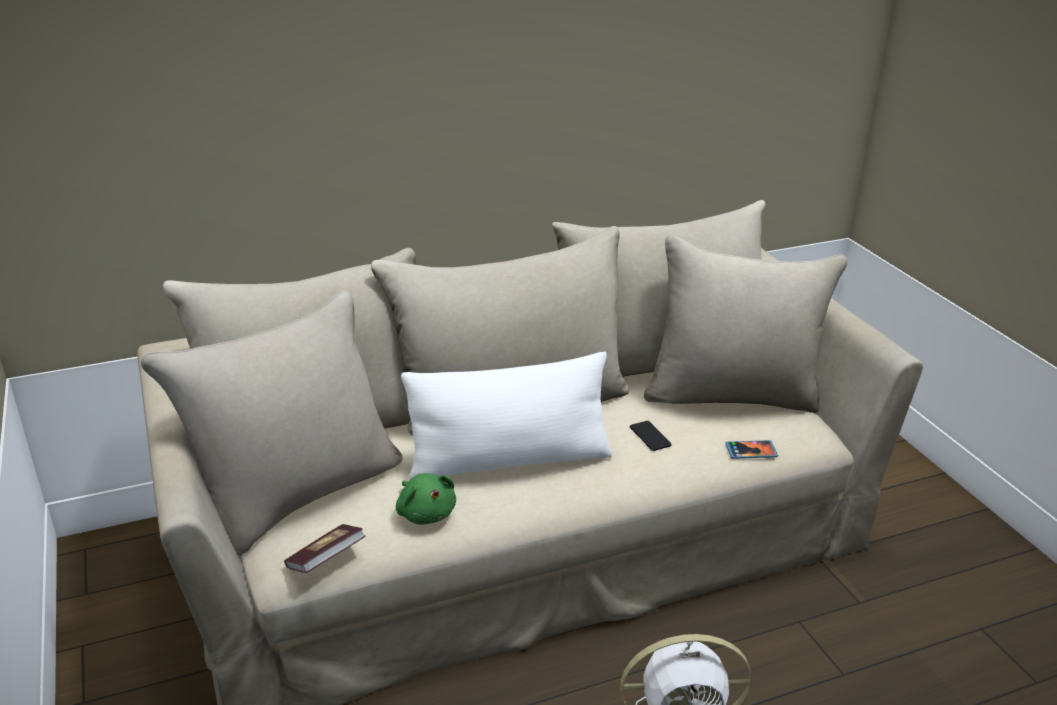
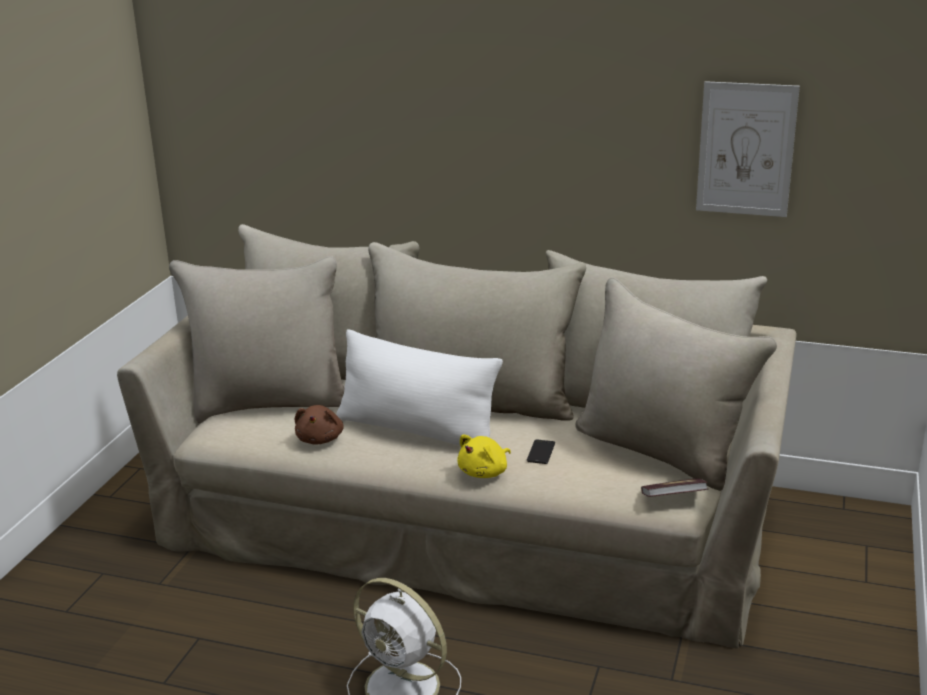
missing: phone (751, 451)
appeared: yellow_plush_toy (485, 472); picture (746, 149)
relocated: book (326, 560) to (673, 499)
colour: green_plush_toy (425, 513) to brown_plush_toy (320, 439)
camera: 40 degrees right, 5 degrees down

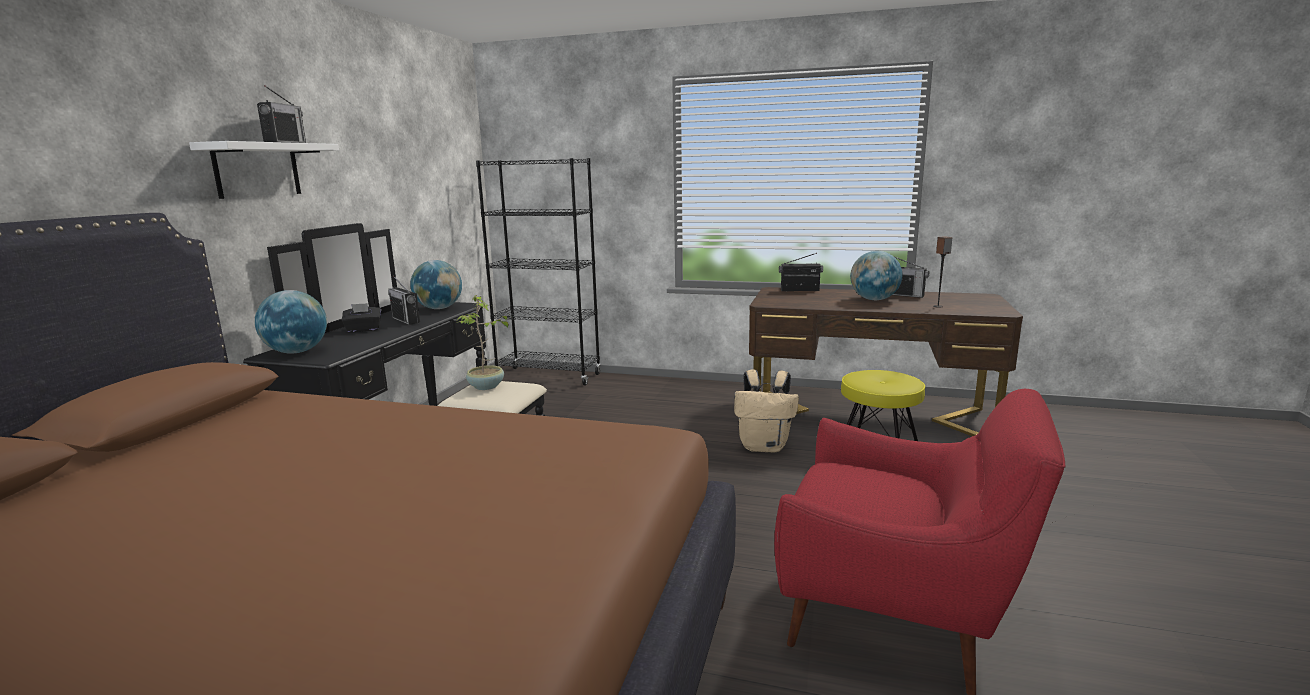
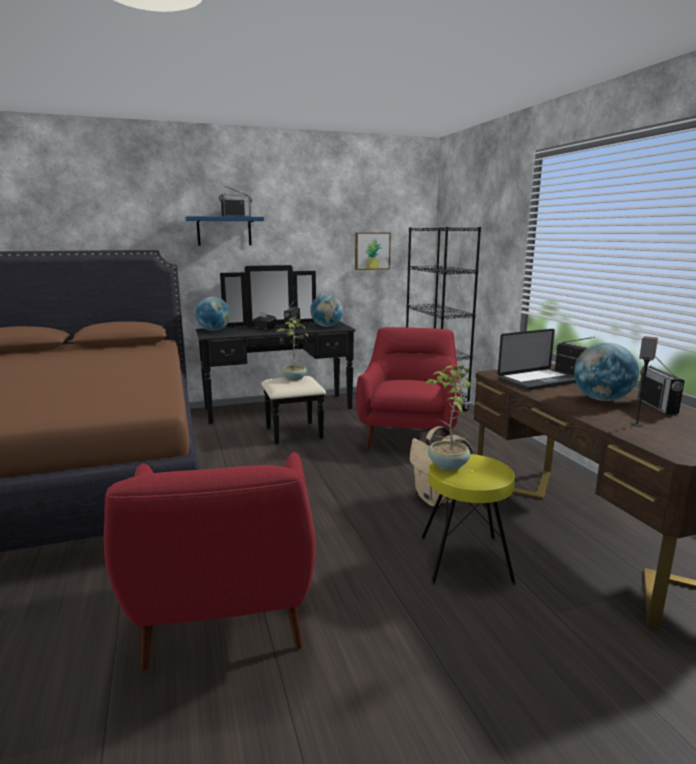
appeared: picture (372, 251); red_armchair (409, 436); potted_plant (447, 465); laptop (539, 381)
colour: white_shelf (257, 170) to blue_shelf (224, 231)
camera: 55 degrees right, 0 degrees up

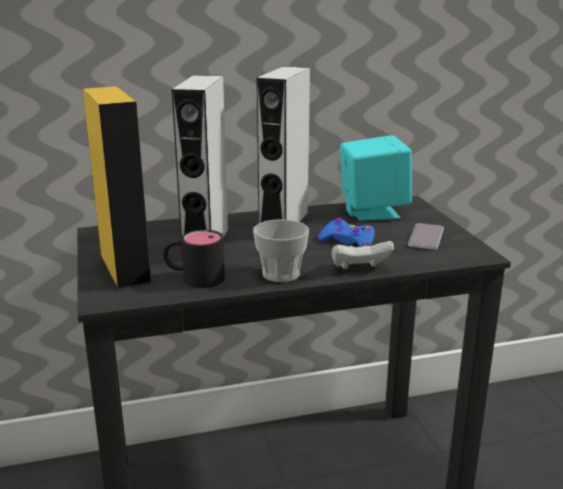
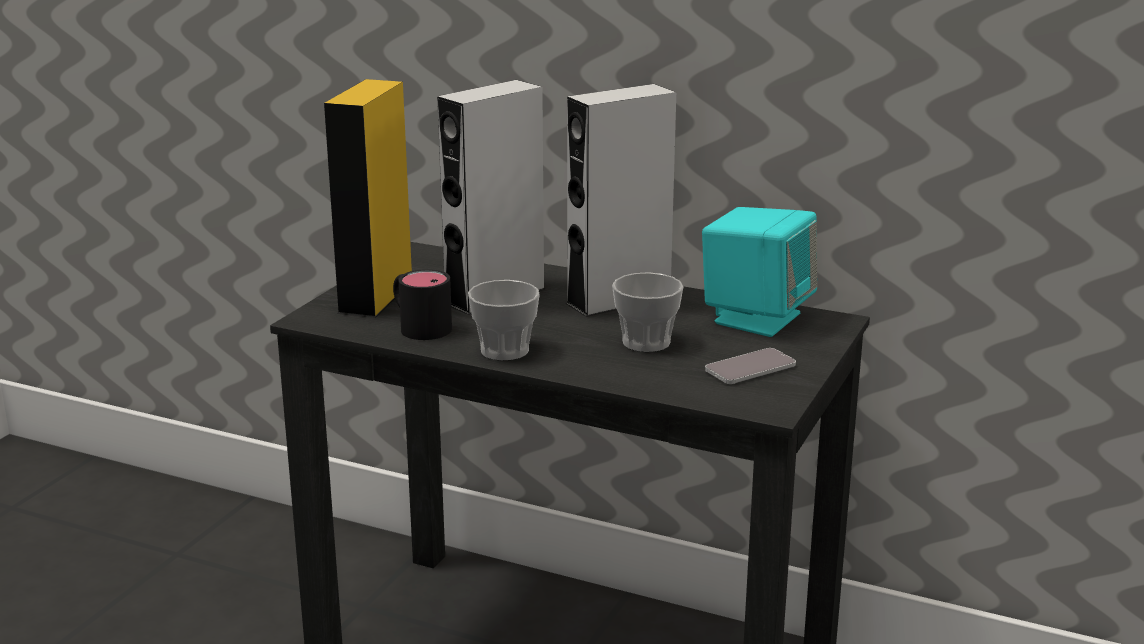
missing: white_game_controller (359, 269)
exchanged: blue_game_controller (348, 242) to cup (646, 342)
camera: 40 degrees right, 0 degrees up

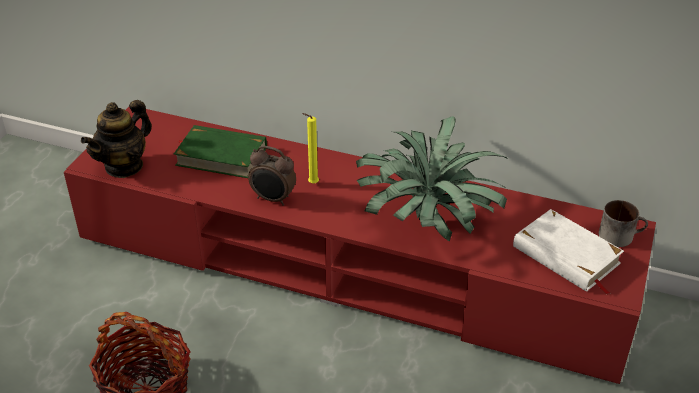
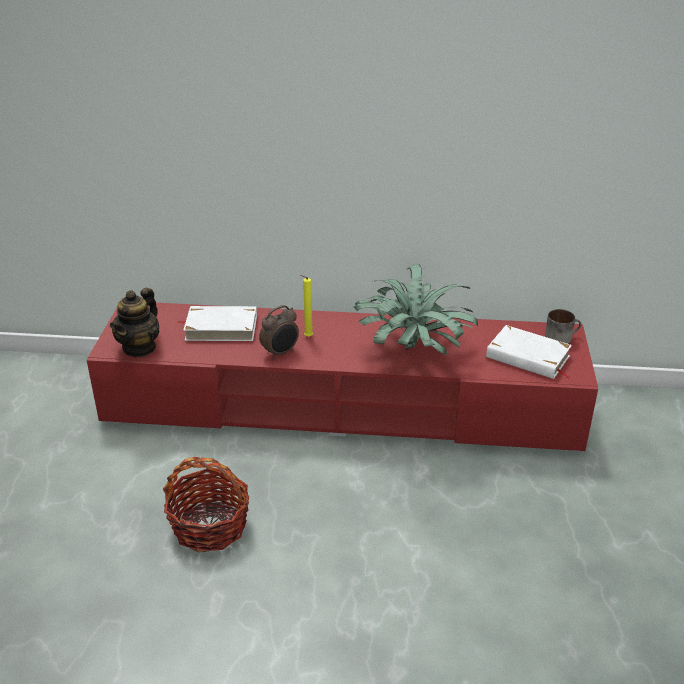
colour: green_book (221, 156) to white_book (221, 328)
spun: alarm_clock (273, 199) = (280, 353) 45 degrees counterclockwise
camera: 15 degrees left, 5 degrees down

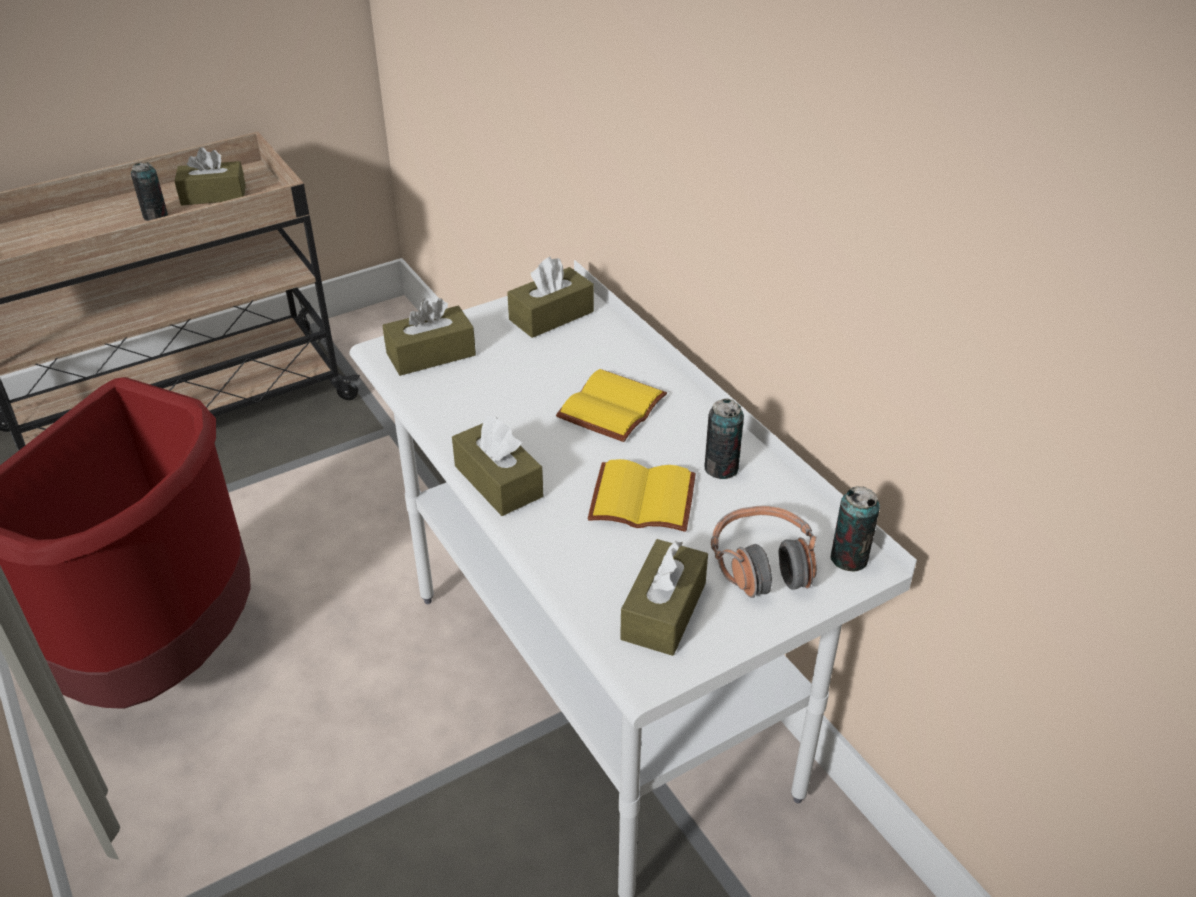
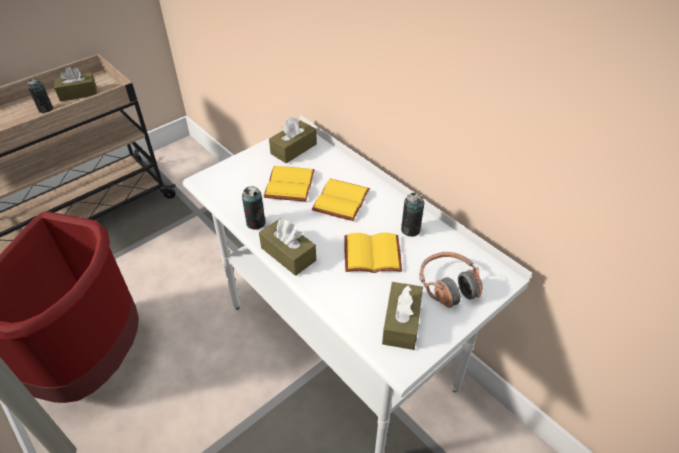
missing: brown_tissue_box (431, 354)
appeared: yellow_book (288, 184)
relocated: can (849, 558) to (255, 223)
camera: 10 degrees left, 5 degrees up

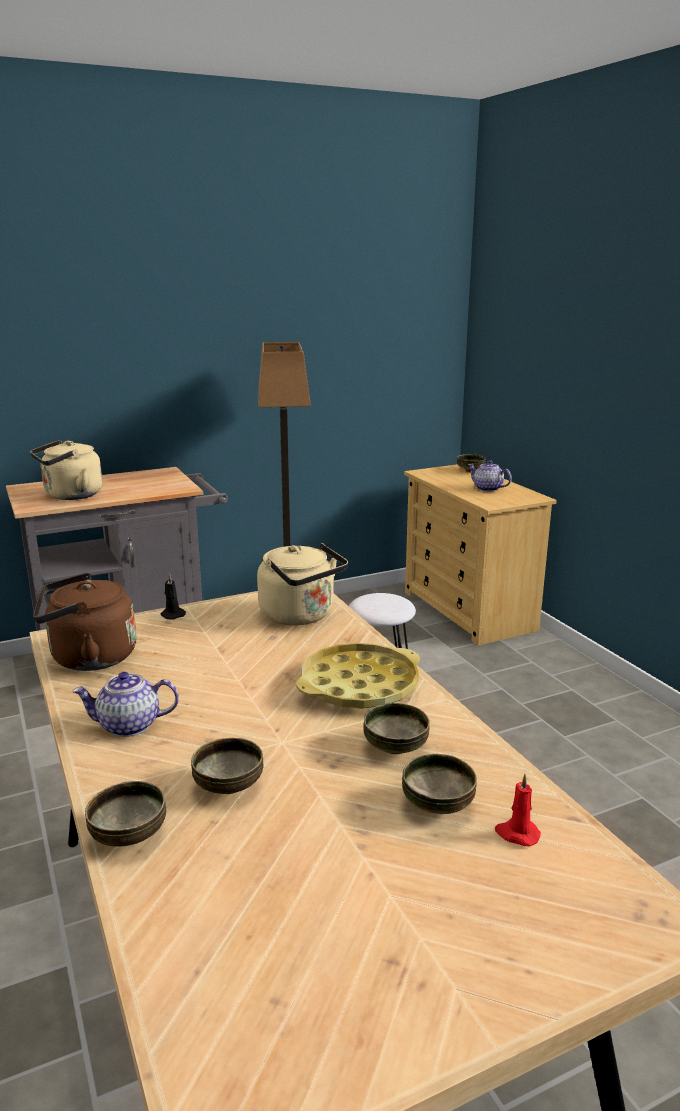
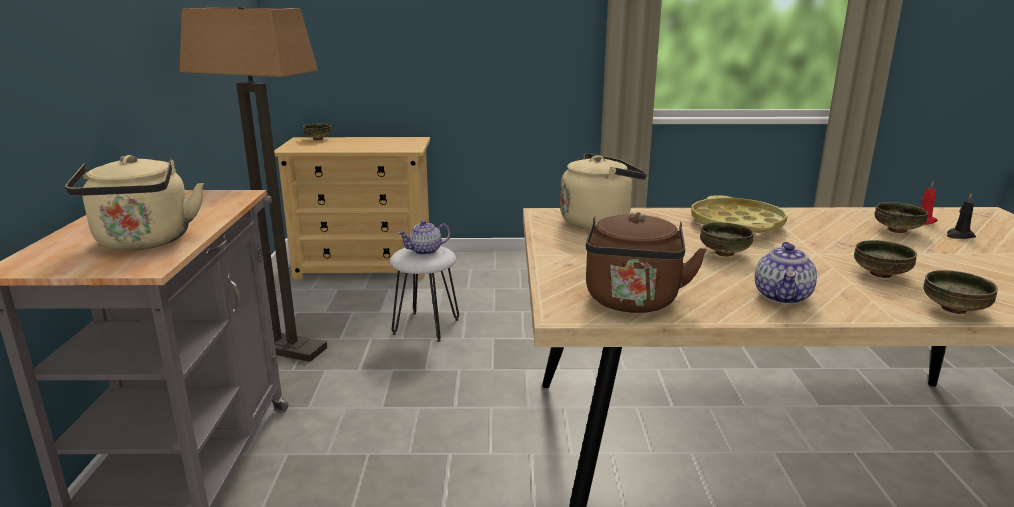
relocated: black_candle (172, 615) to (959, 236); bowl (395, 747) to (723, 253); teapot (487, 489) to (425, 251)
camera: 65 degrees left, 0 degrees up

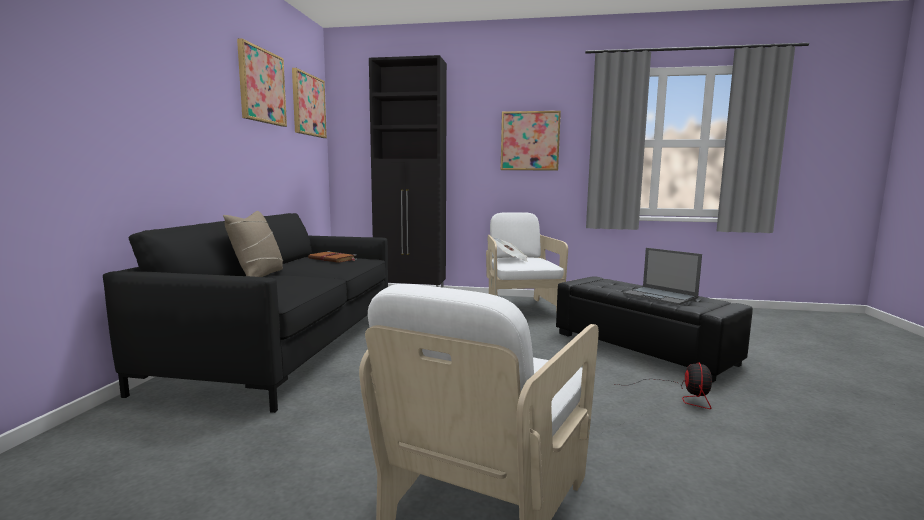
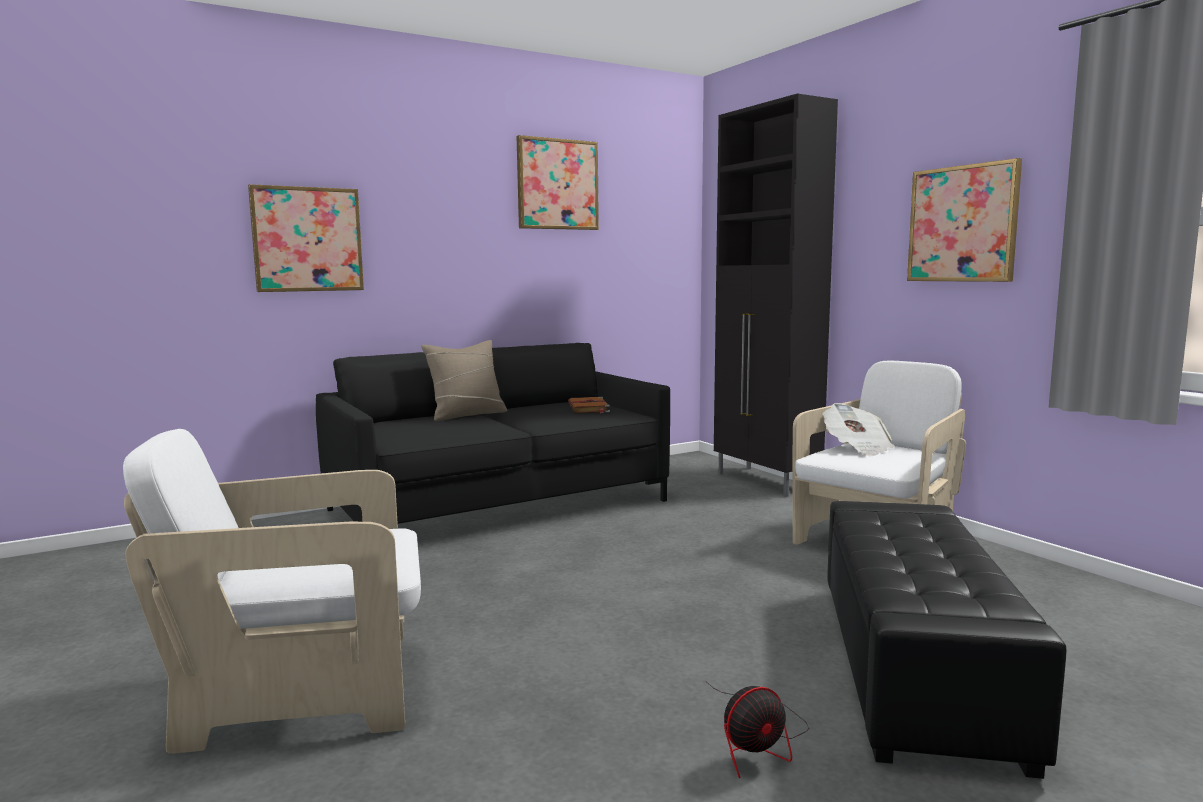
missing: laptop (661, 296)
relocated: picture (308, 105) to (307, 239)
camera: 50 degrees right, 0 degrees up

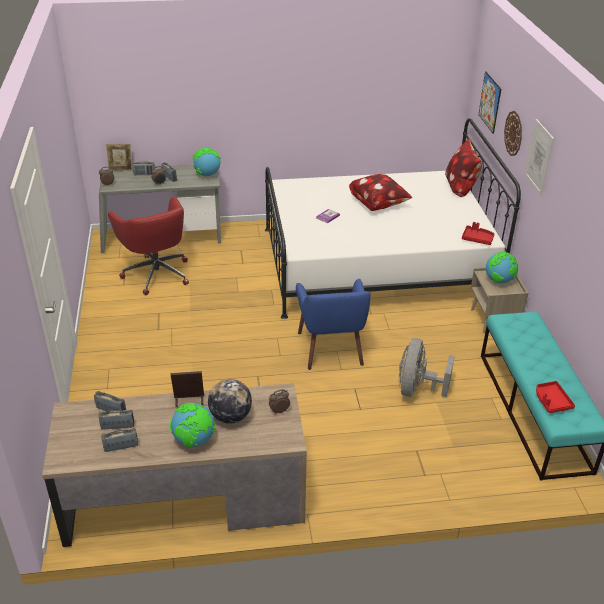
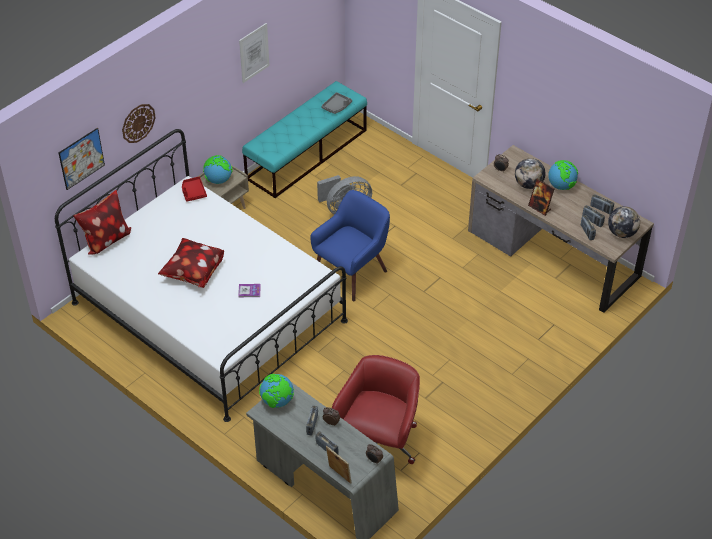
appeared: globe (621, 233)
relocated: picture (539, 157) to (254, 52)
colour: red_tray (551, 401) to grey_tray (337, 106)
camera: 130 degrees left, 10 degrees up

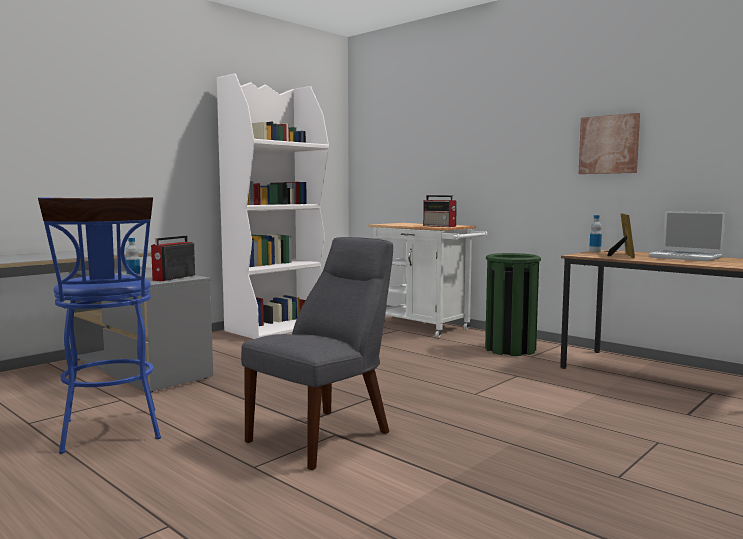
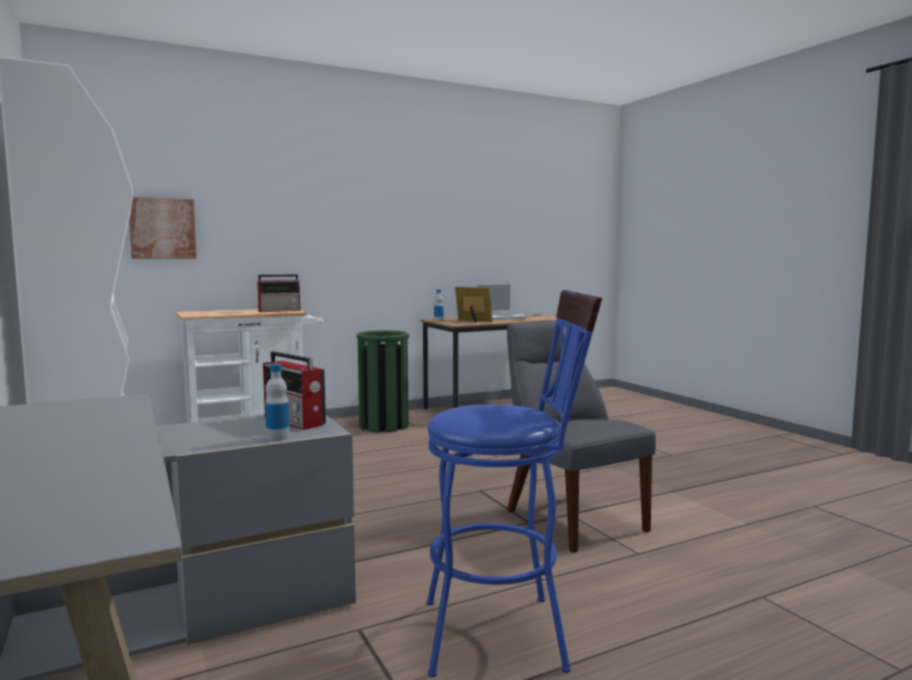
relocated: picture (609, 144) to (162, 228)
camera: 70 degrees left, 0 degrees up

